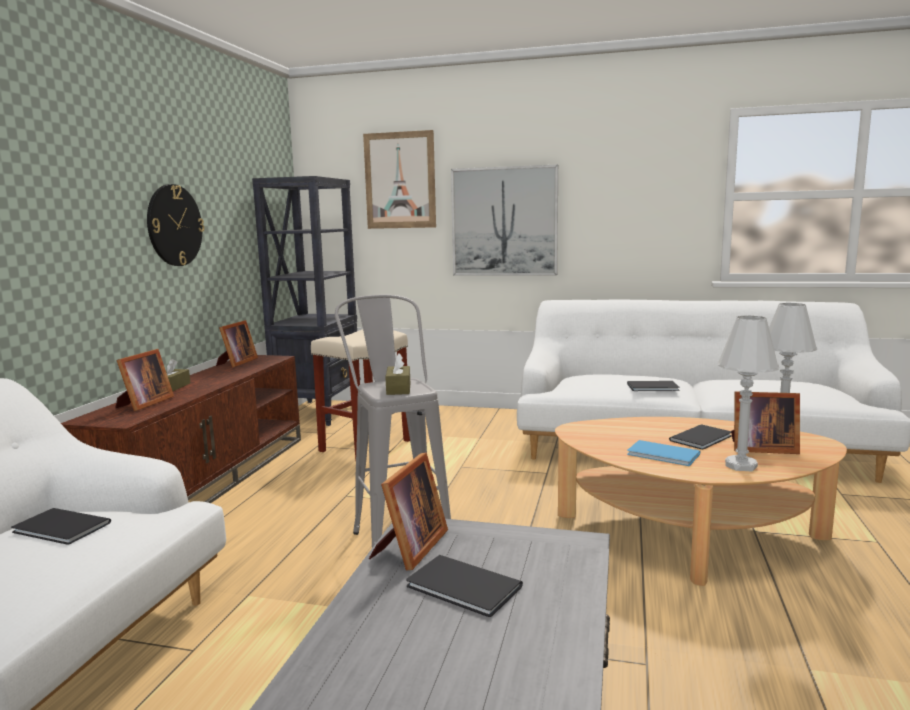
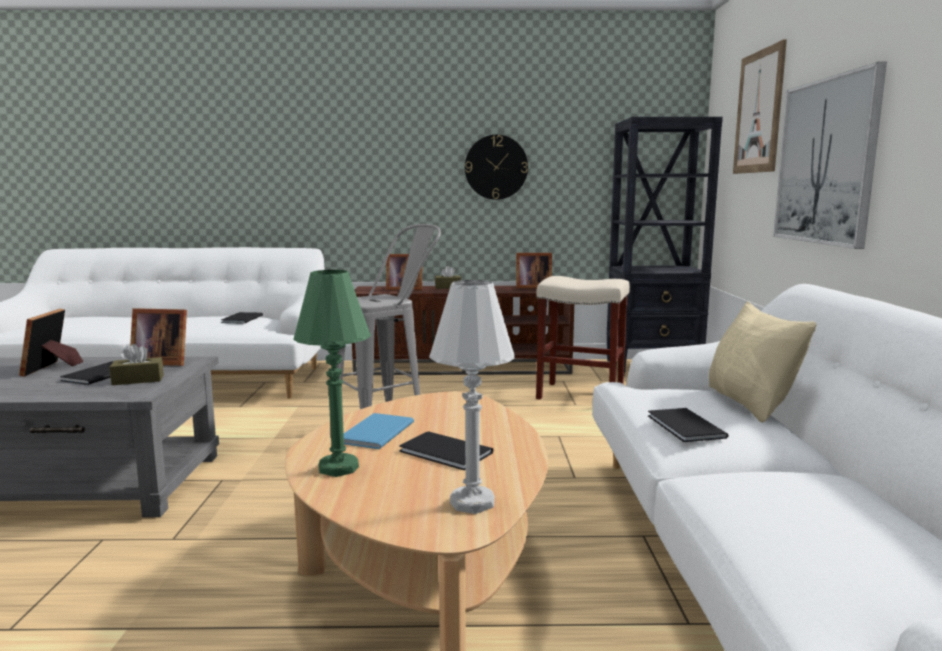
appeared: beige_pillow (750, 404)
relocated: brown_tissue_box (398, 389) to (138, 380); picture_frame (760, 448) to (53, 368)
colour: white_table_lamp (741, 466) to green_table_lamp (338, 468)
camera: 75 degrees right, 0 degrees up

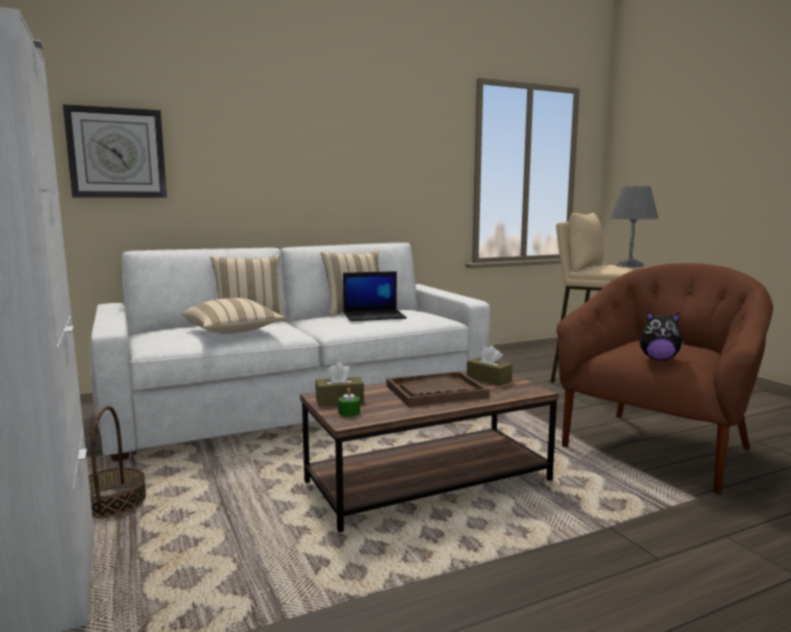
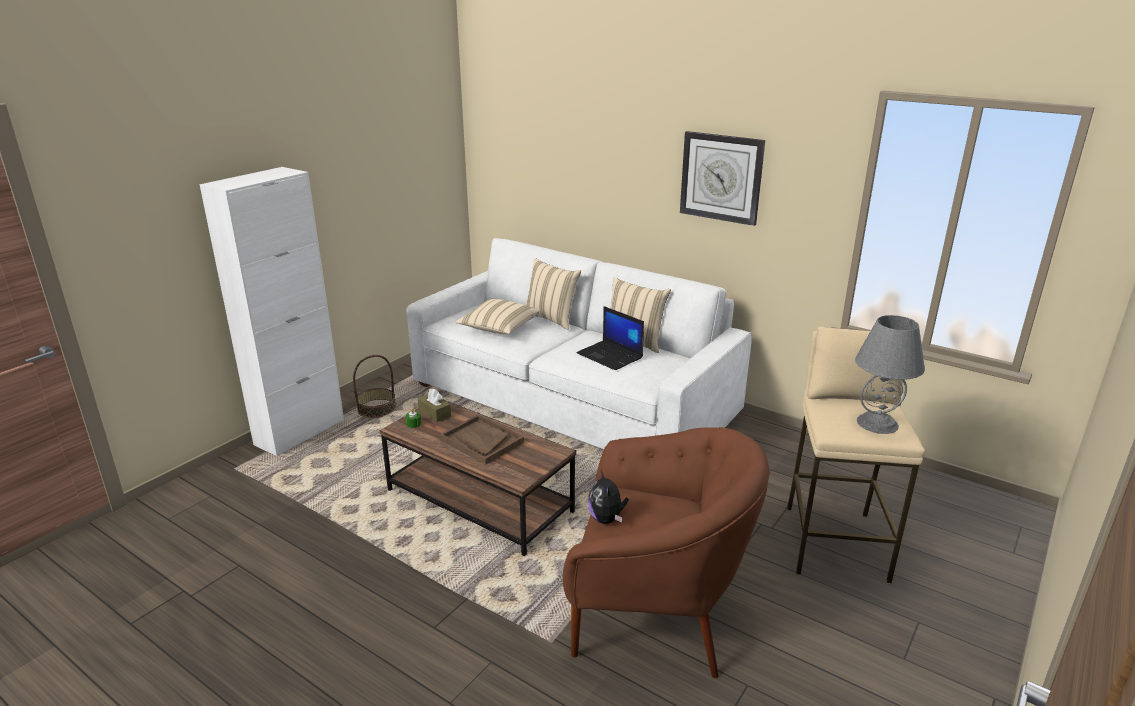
missing: brown_tissue_box (488, 379)
relocated: wall_clock (117, 153) to (721, 177)
camera: 60 degrees right, 15 degrees up

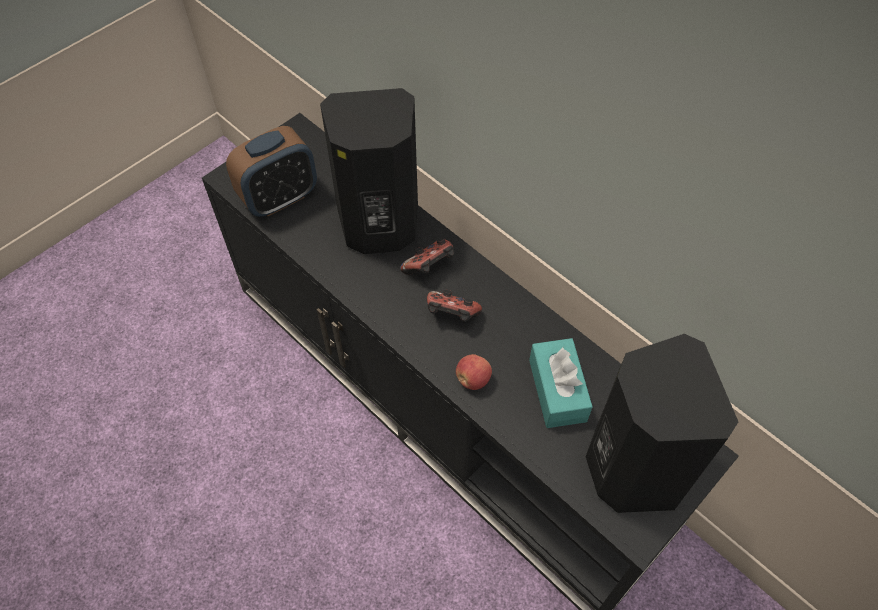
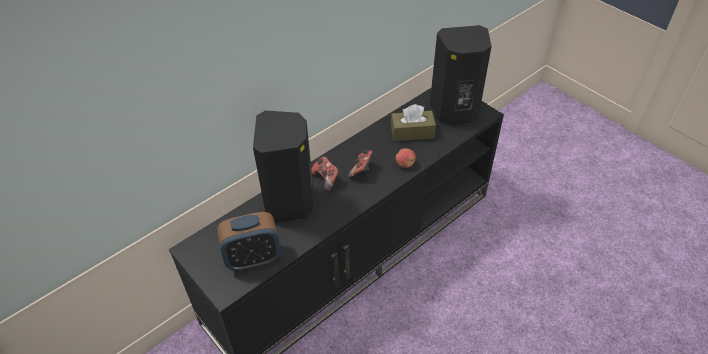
colour: turquoise_tissue_box (557, 390) to brown_tissue_box (412, 132)
spun: alarm_clock (279, 198) = (253, 258) 105 degrees clockwise
camera: 85 degrees left, 10 degrees down

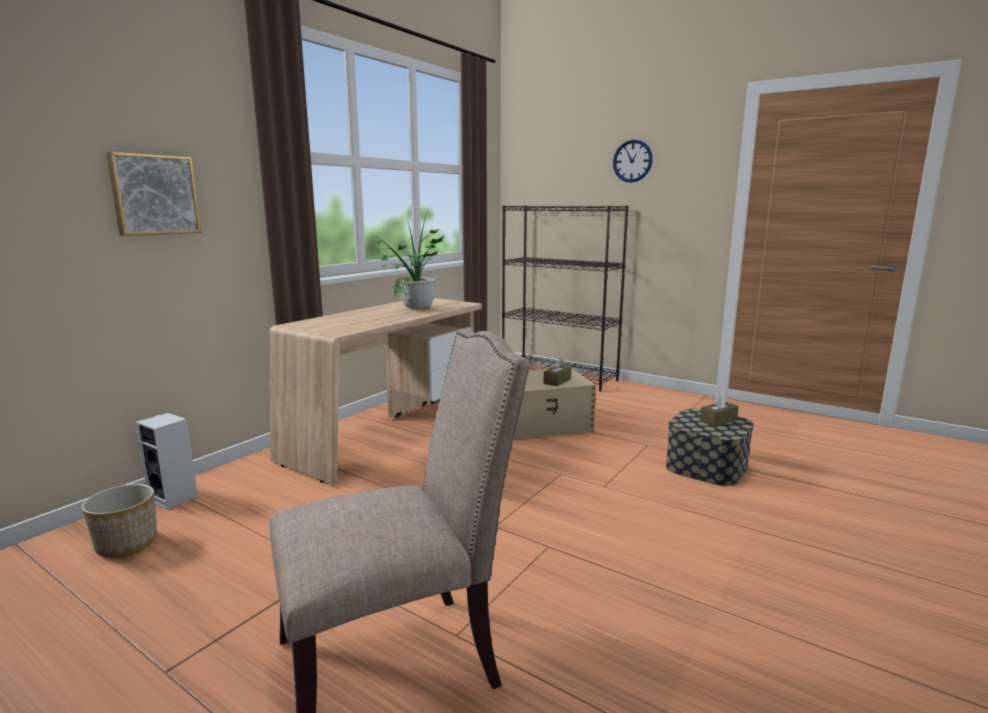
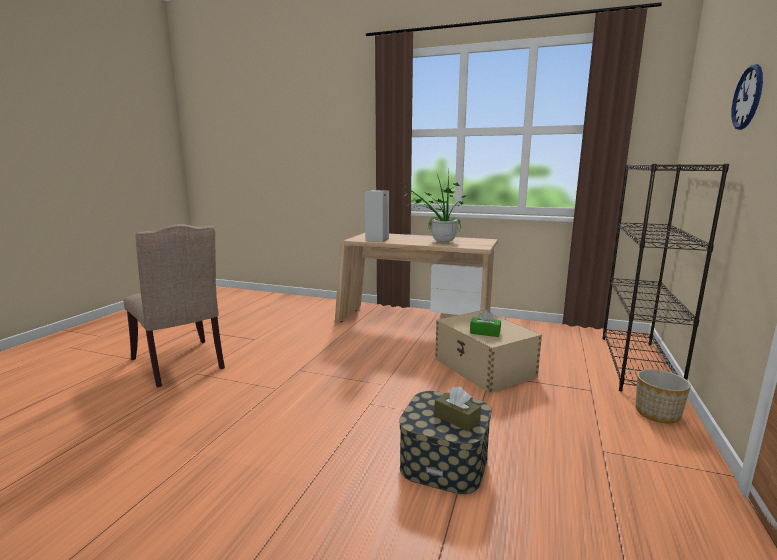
missing: picture (154, 195)
relocated: planter (127, 543) to (657, 413); speaker (175, 498) to (377, 240)
colour: brown_tissue_box (557, 381) to green_tissue_box (485, 332)
camera: 75 degrees right, 0 degrees up

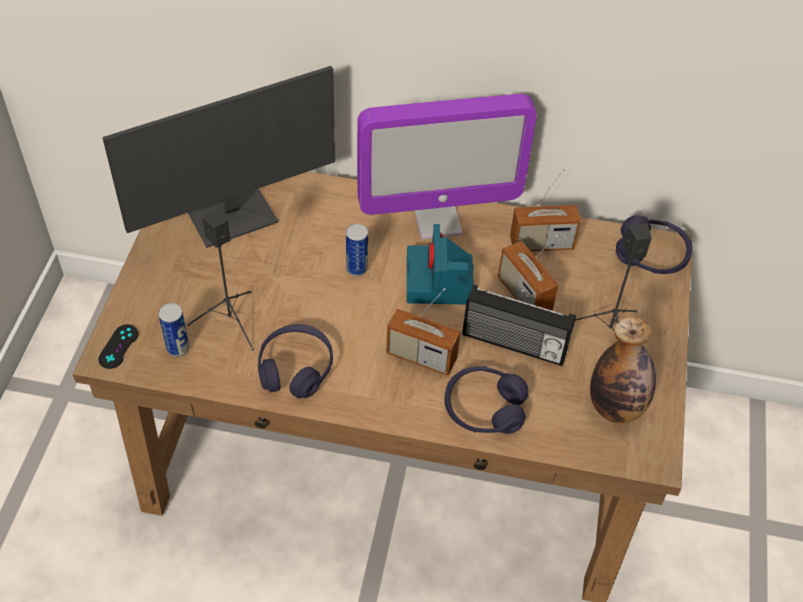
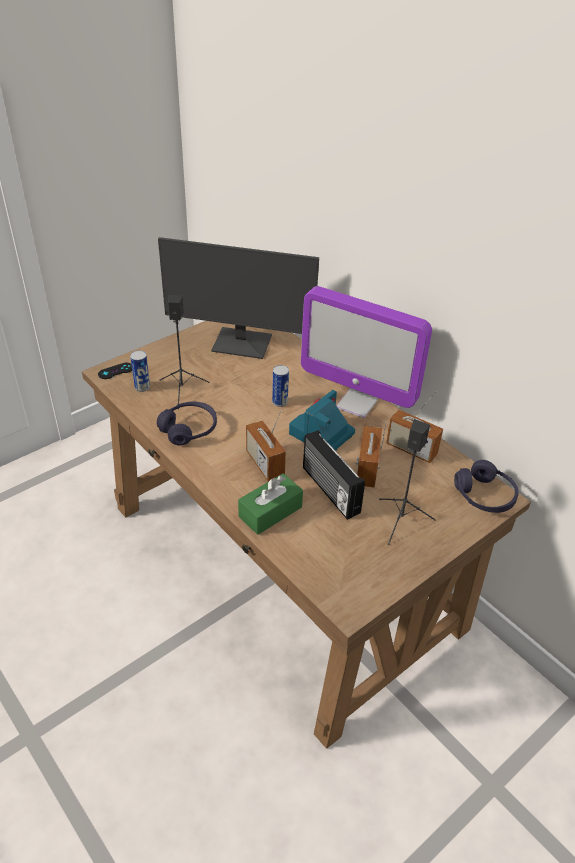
missing: bottle (616, 407)
exchanged: purple_headphones (484, 408) to green_tissue_box (270, 512)
camera: 40 degrees right, 10 degrees down

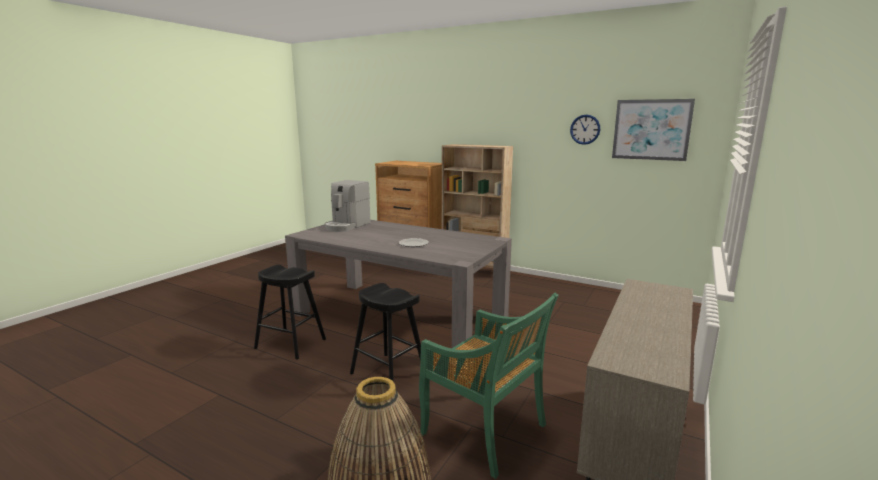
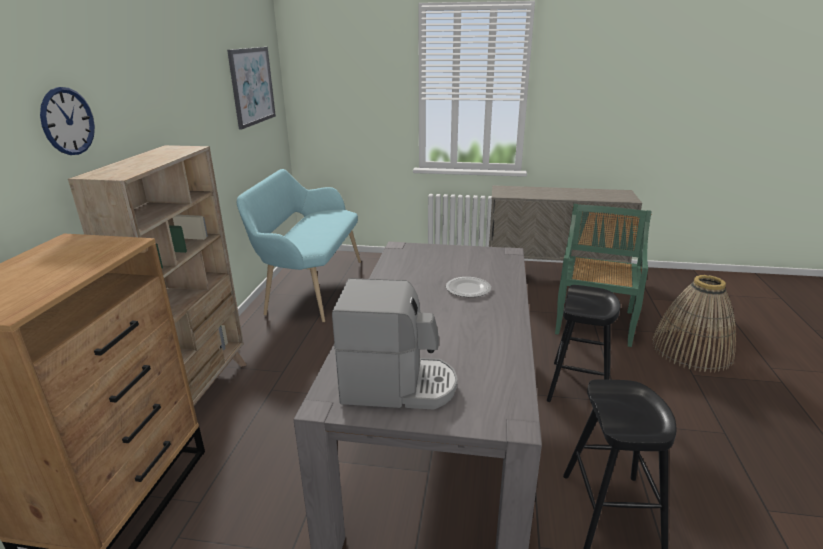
appeared: turquoise_bench (310, 287)
relocated: wall_clock (585, 129) to (67, 121)
camera: 110 degrees left, 10 degrees up

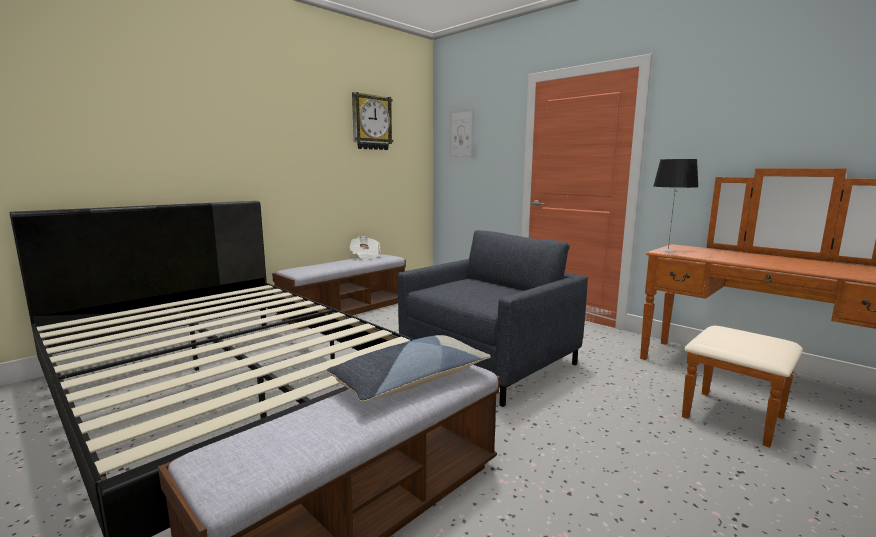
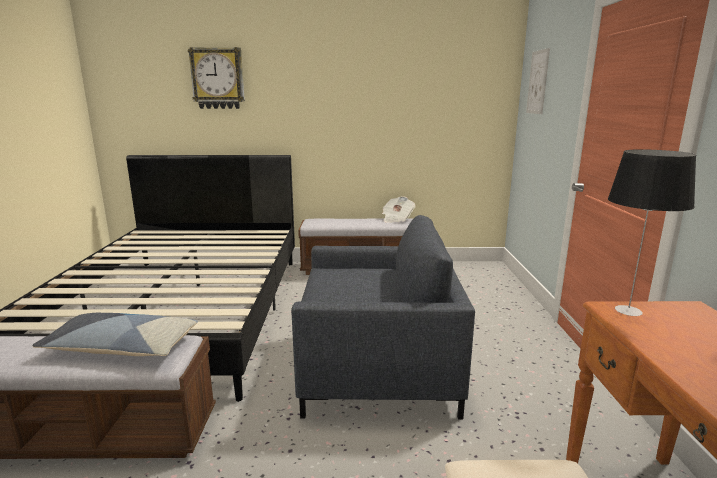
relocated: wall_clock (371, 122) to (218, 78)
camera: 45 degrees right, 5 degrees up

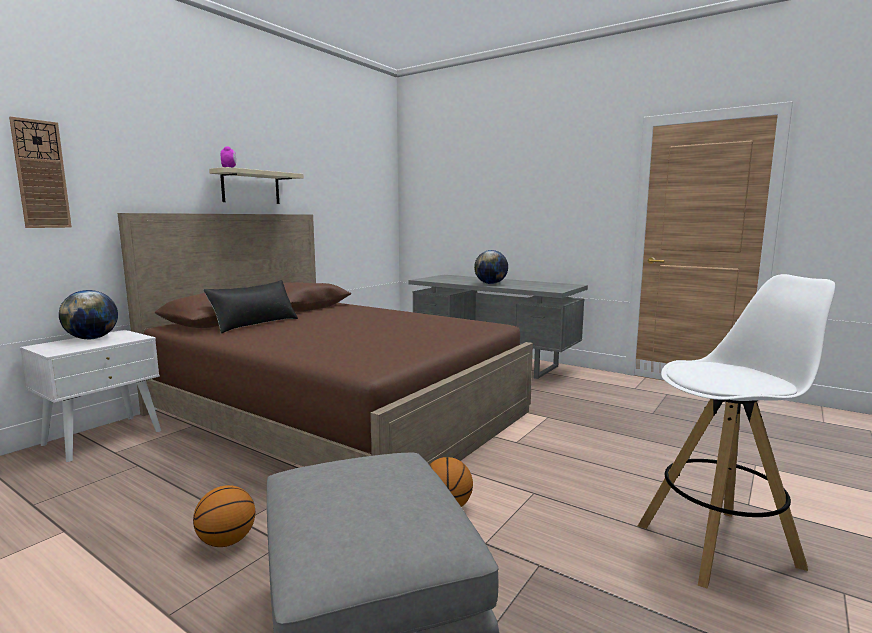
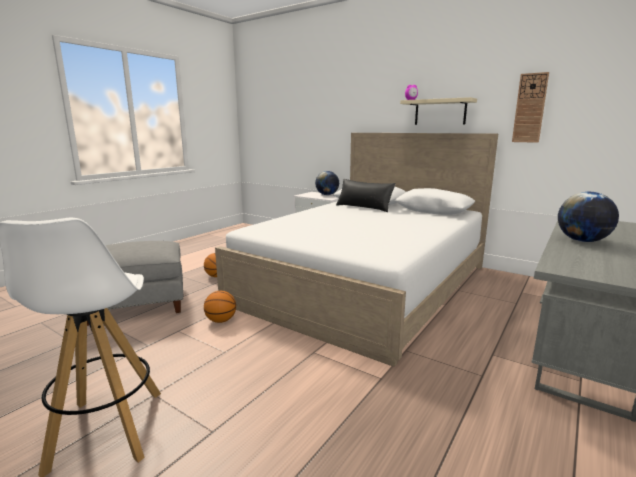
relocated: wall_clock (41, 174) to (530, 108)
colour: brown_bed (337, 412) to white_bed (366, 283)
camera: 90 degrees right, 5 degrees up

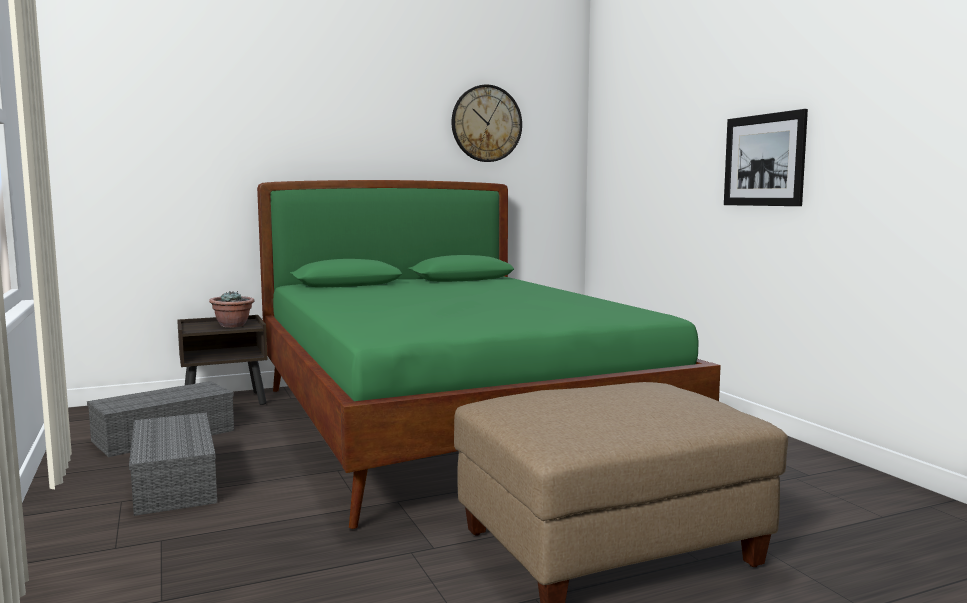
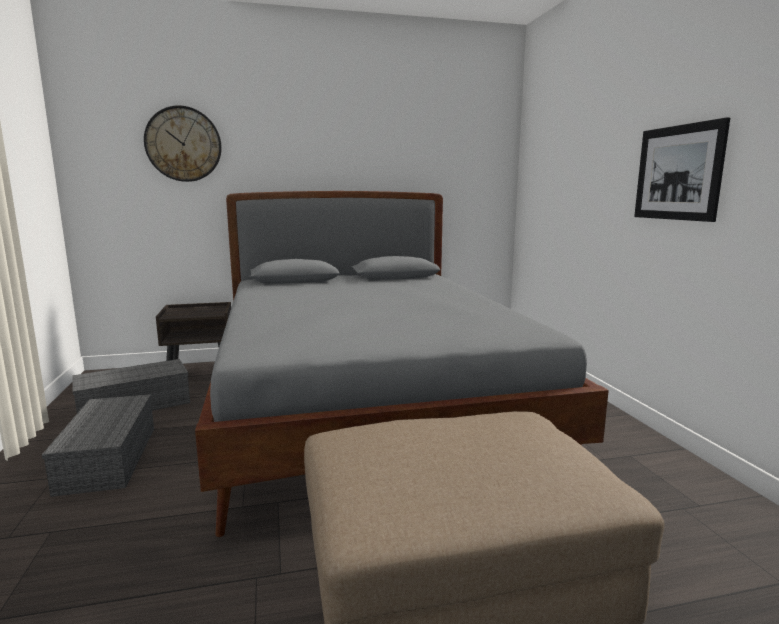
missing: potted_plant (233, 325)
relocated: wall_clock (486, 123) to (183, 144)
colour: green_bed (451, 424) to grey_bed (368, 409)
camera: 10 degrees right, 5 degrees up

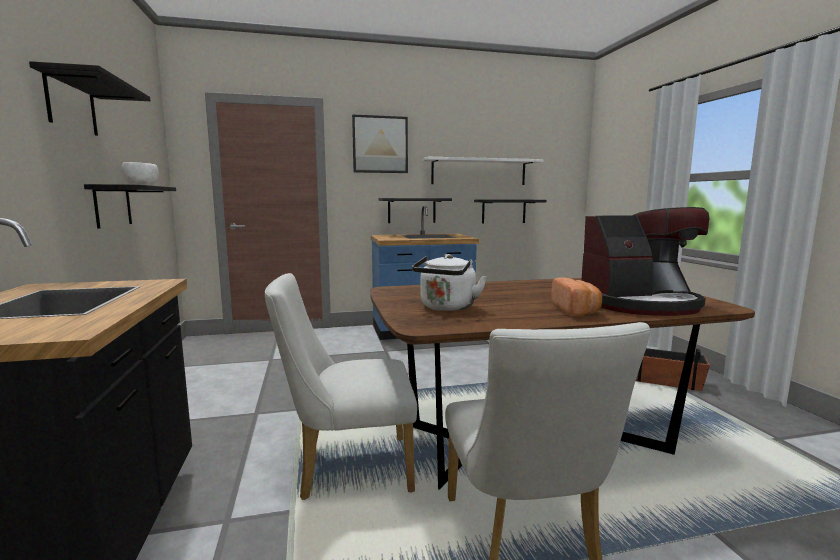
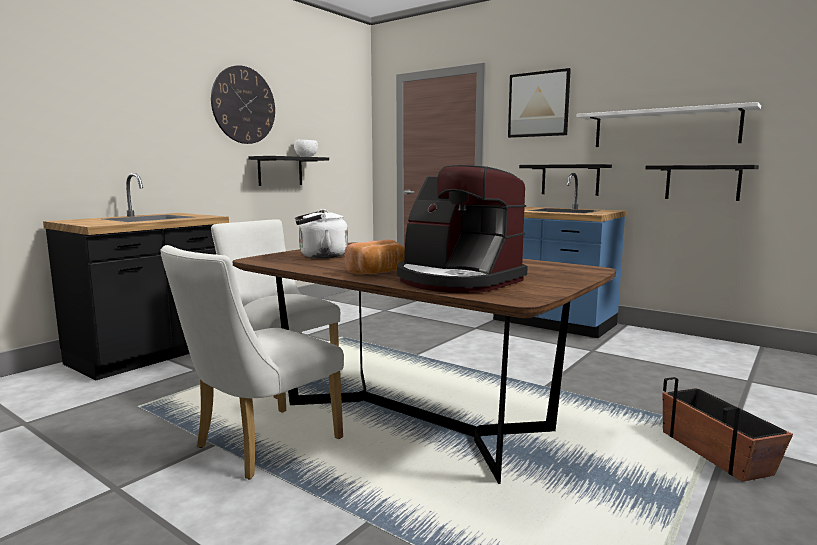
exchanged: black_shelf (71, 105) to wall_clock (243, 105)
camera: 50 degrees right, 0 degrees up

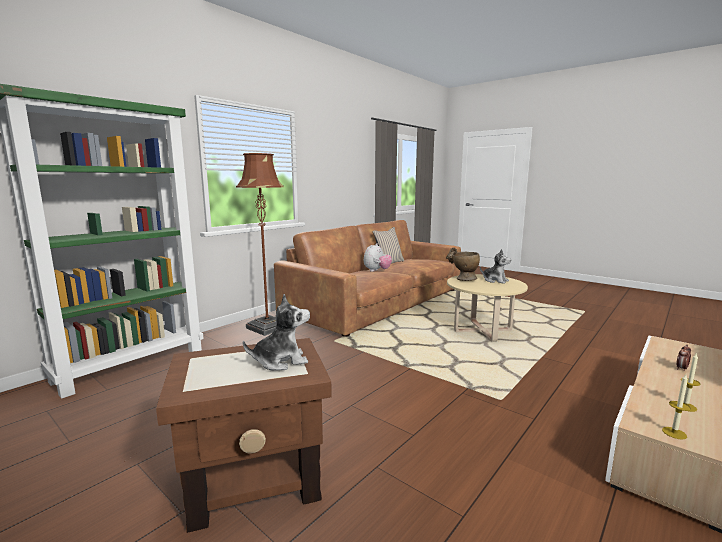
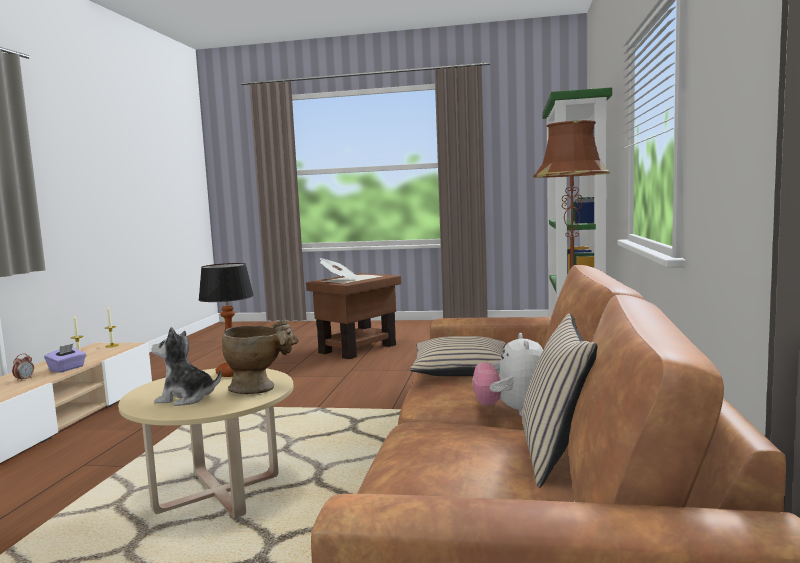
appeared: purple_tissue_box (67, 369); table_lamp (231, 373); beige_pillow (461, 370)
exchanged: plush_toy (281, 361) to newspaper (340, 280)
camera: 150 degrees right, 5 degrees down

